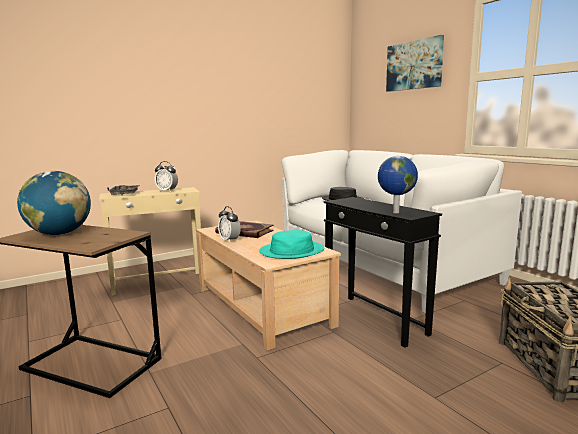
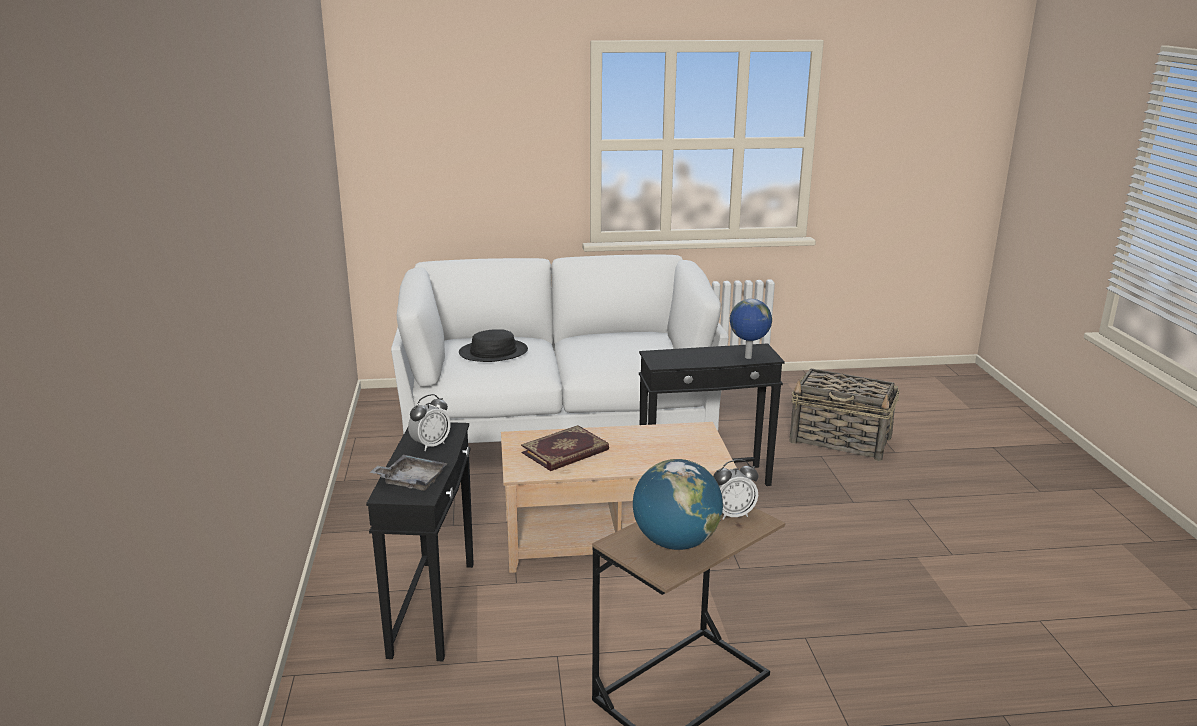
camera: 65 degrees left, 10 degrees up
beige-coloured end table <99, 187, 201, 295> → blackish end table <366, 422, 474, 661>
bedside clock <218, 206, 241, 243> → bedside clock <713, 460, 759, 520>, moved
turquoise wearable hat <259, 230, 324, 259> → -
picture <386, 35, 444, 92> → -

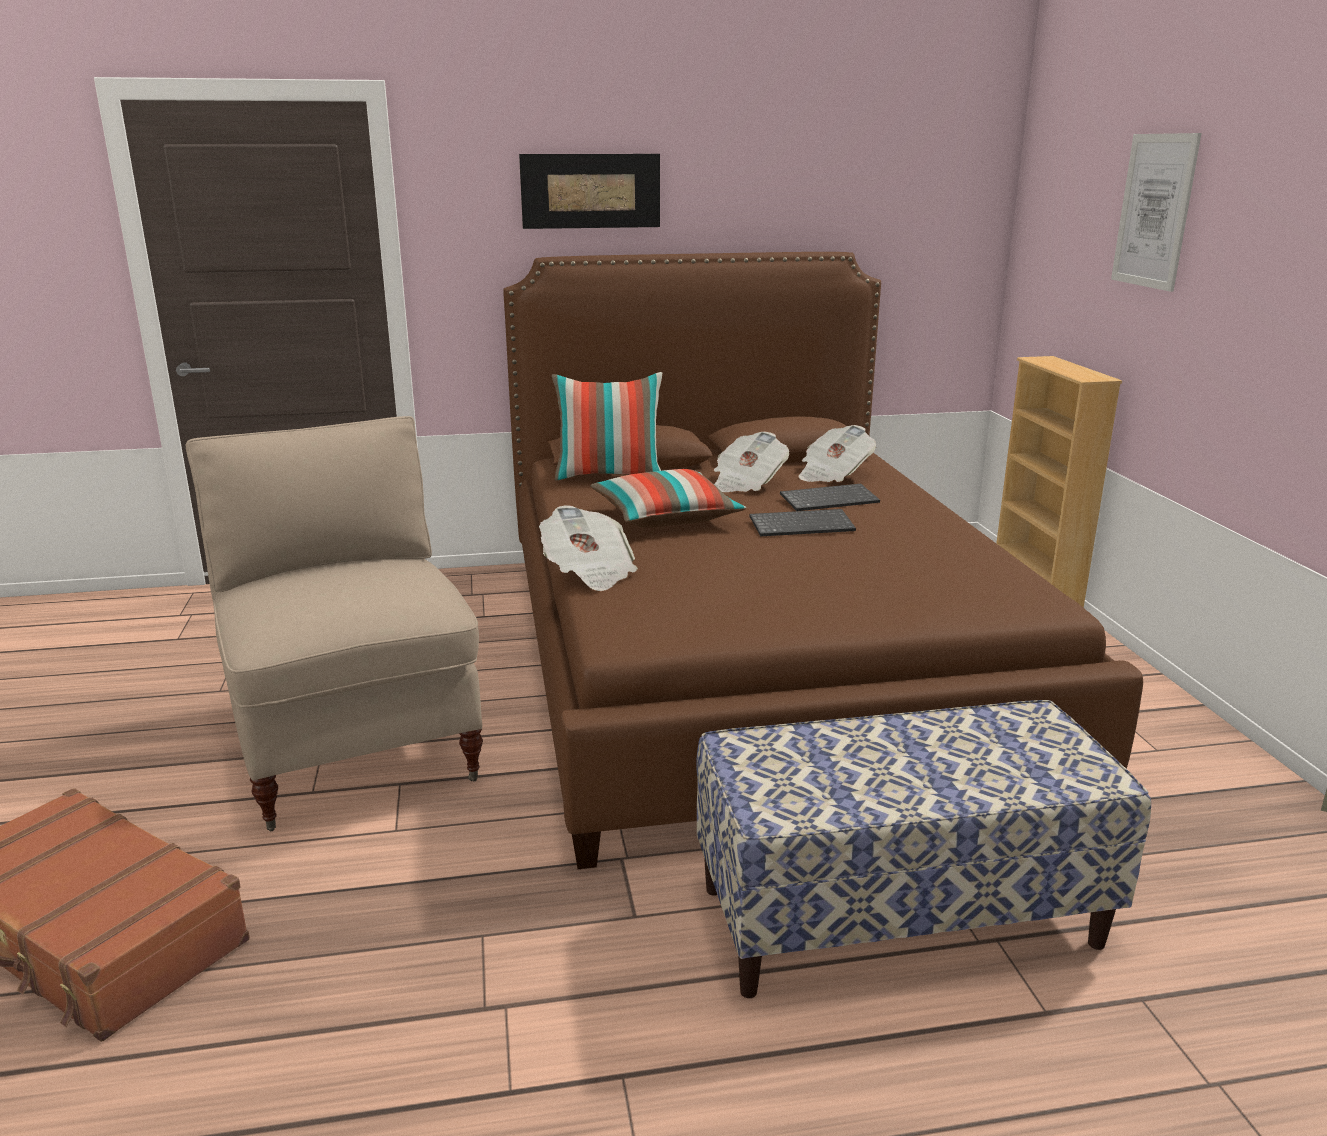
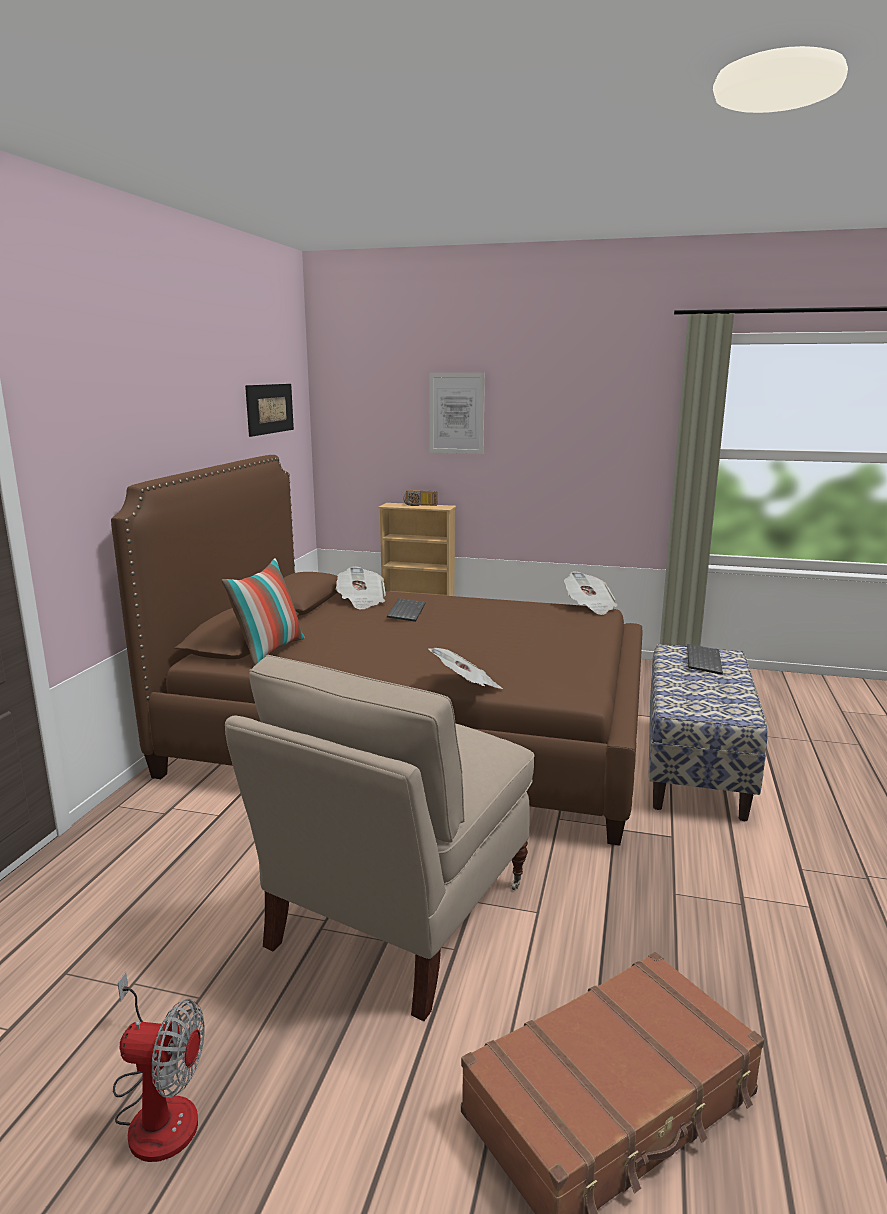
camera: 65 degrees left, 5 degrees down
beige-coloured upright chair <186, 416, 483, 831> → beige-coloured upright chair <225, 655, 534, 1021>, 60 degrees counterclockwise
picture <519, 154, 660, 229> → picture <245, 384, 294, 437>, moved
pillow <590, 469, 746, 528> → -
printed paper <714, 432, 789, 492> → printed paper <564, 571, 618, 615>, moved
keyboard <750, 509, 856, 536> → keyboard <687, 644, 723, 675>, moved
- → electric fan <113, 972, 205, 1162>
- → radio set <403, 490, 438, 506>

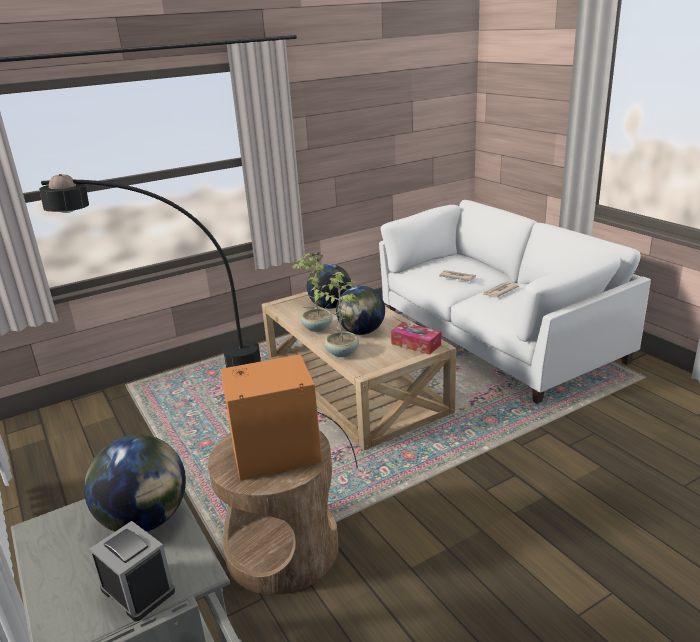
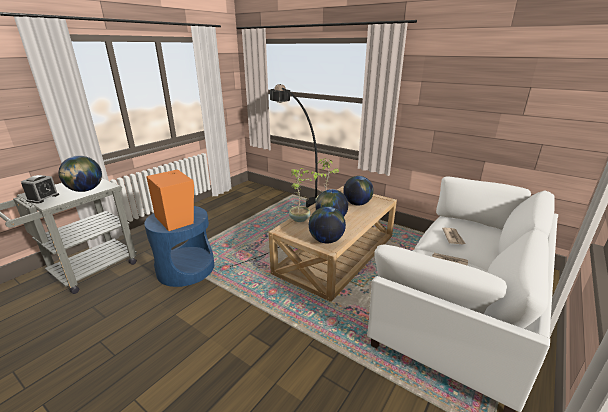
camera: 65 degrees right, 0 degrees up
brownish end table <208, 430, 338, 595> → blue end table <144, 206, 214, 287>
tissue box <391, 322, 441, 355> → desk globe <309, 207, 346, 243>

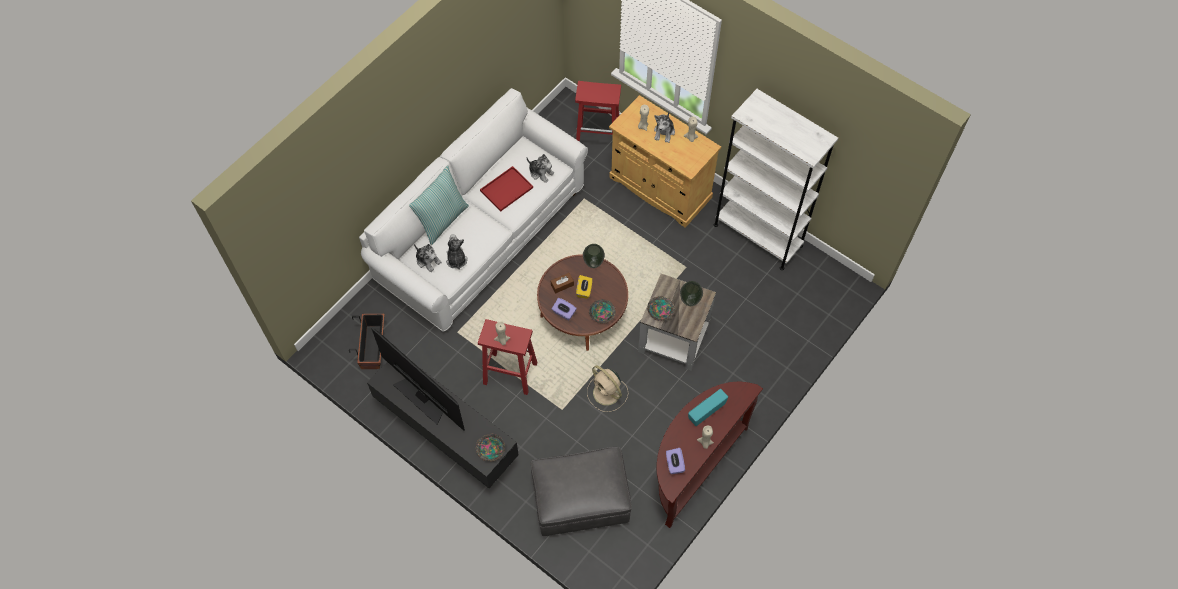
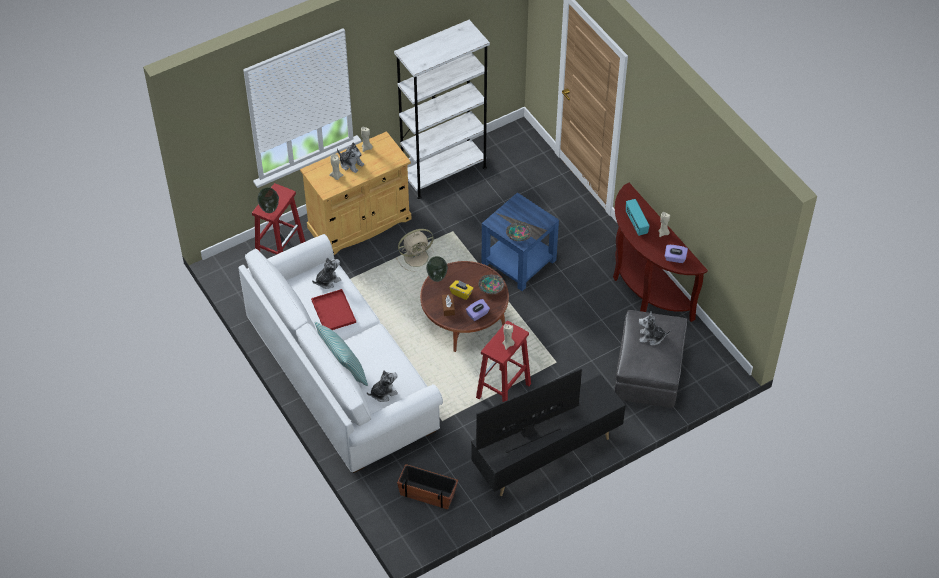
camera: 70 degrees left, 10 degrees down
soft toy <446, 234, 467, 270> → soft toy <639, 311, 670, 346>, moved
deep dish <475, 433, 505, 462> → -
beige-coloured electric fan <587, 366, 628, 412> → beige-coloured electric fan <396, 229, 434, 272>, moved
greyish end table <638, 274, 716, 370> → blue end table <481, 193, 559, 291>
flower vase <680, 281, 703, 306> → flower vase <257, 187, 279, 213>, moved

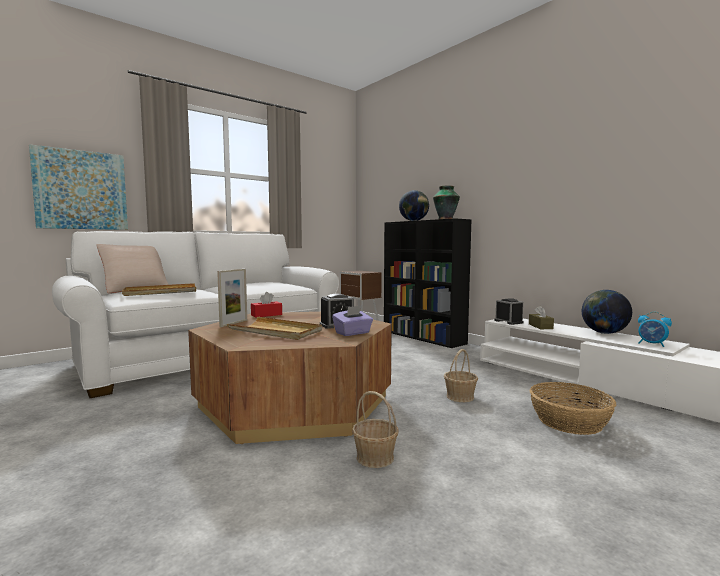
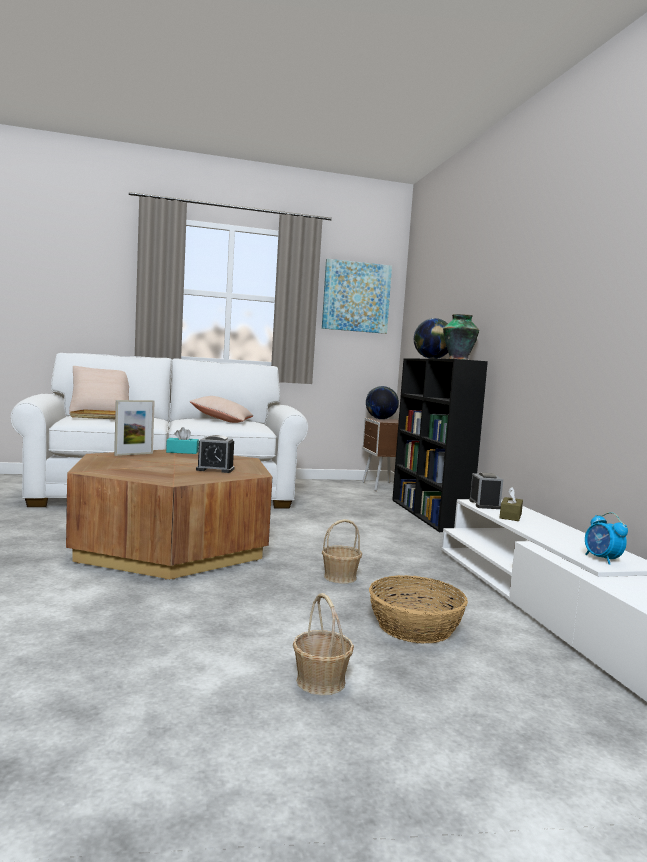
camera: 25 degrees right, 0 degrees up
picture <29, 144, 128, 230> → picture <322, 259, 392, 334>, moved
beige-coloured carrying tray <227, 317, 322, 340> → -
red-coloured tissue box <251, 292, 282, 318> → turquoise tissue box <166, 427, 199, 454>
purple tissue box <332, 306, 373, 336> → -
basket <352, 391, 399, 468> → basket <293, 593, 354, 695>, moved
desk globe <582, 290, 632, 334> → desk globe <366, 386, 399, 419>, moved
- → beige-coloured pillow <190, 396, 253, 423>

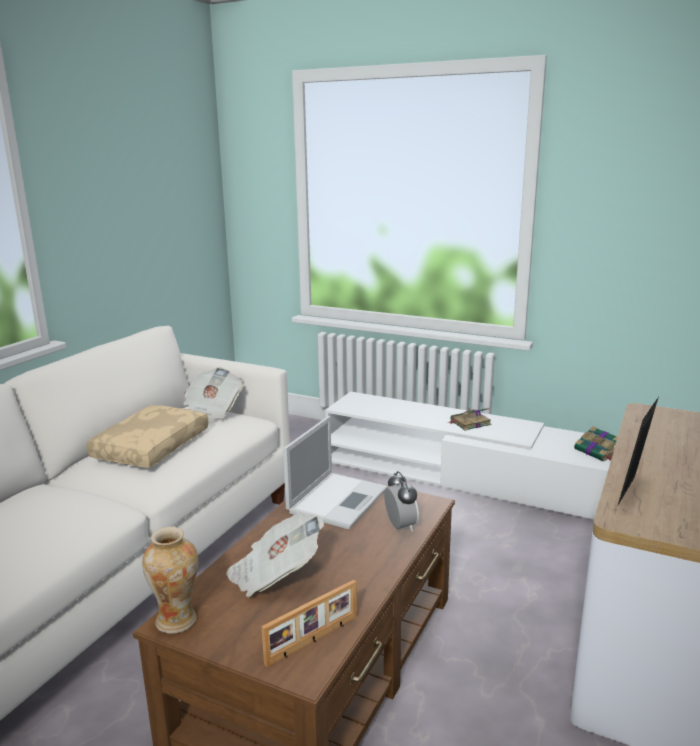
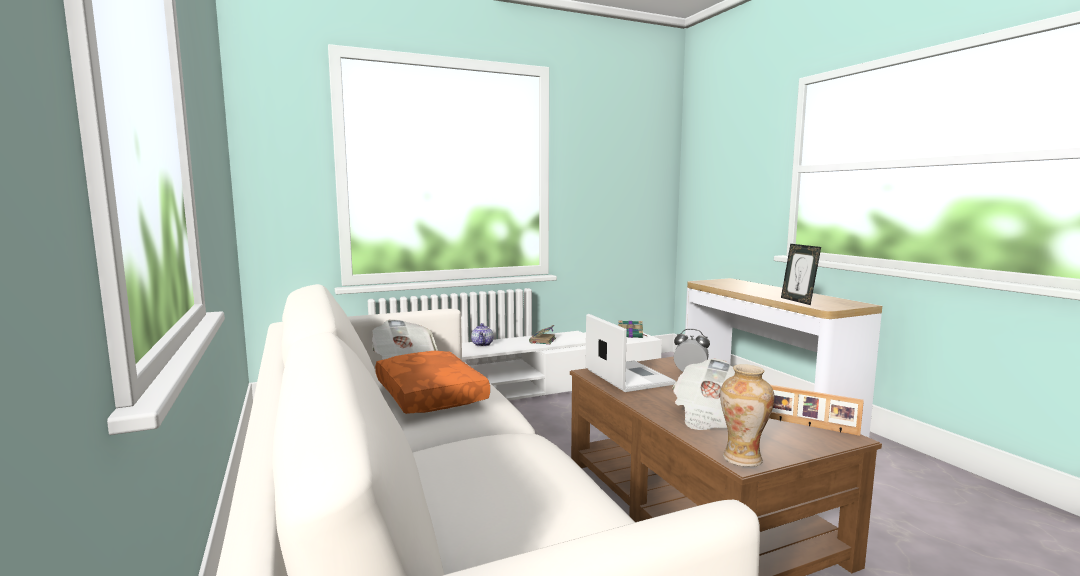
camera: 50 degrees left, 10 degrees down
beige-coloured pillow <86, 405, 209, 468> → orange-coloured pillow <375, 351, 490, 414>
picture frame <262, 580, 357, 667> → picture frame <769, 385, 864, 436>, 120 degrees clockwise
- → pot for tea <471, 323, 494, 347>

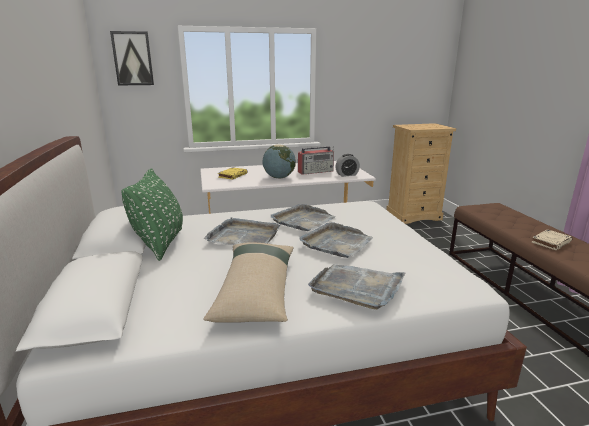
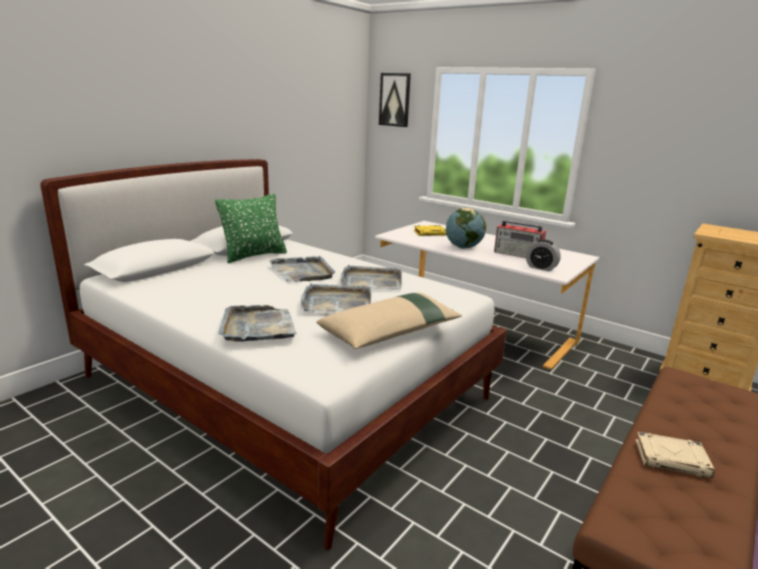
camera: 50 degrees right, 0 degrees up
beige-coloured pillow <204, 242, 294, 323> → beige-coloured pillow <316, 292, 462, 349>, moved

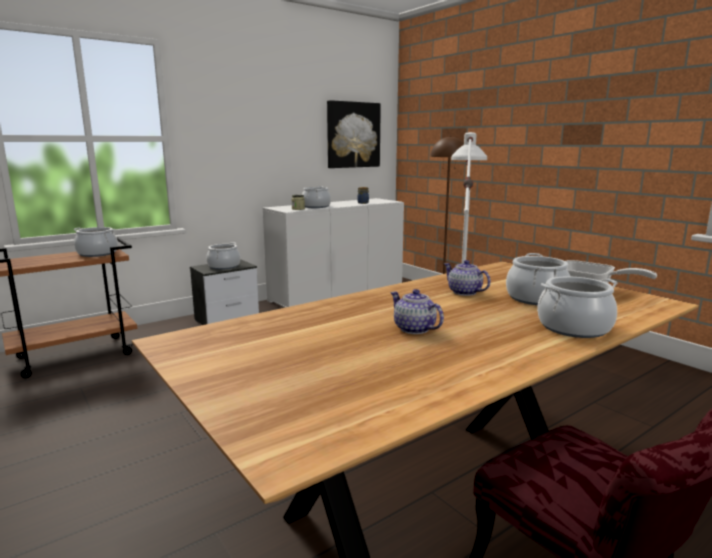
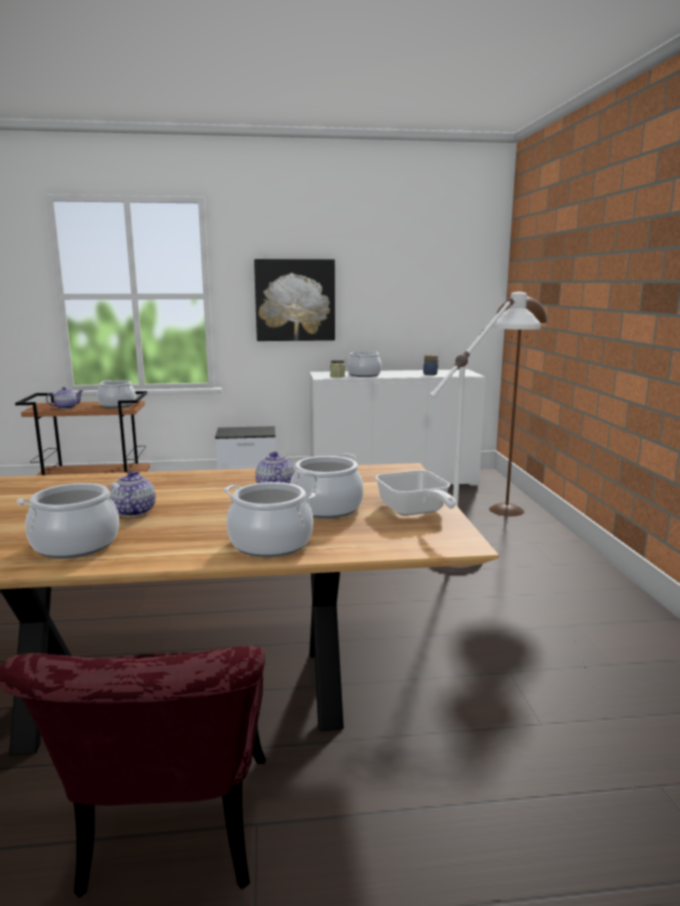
camera: 30 degrees right, 0 degrees up
stockpot <206, 242, 240, 270> → stockpot <17, 482, 120, 558>, moved
picture <327, 100, 381, 168> → picture <254, 259, 335, 341>, moved
- → pot for tea <46, 387, 83, 409>

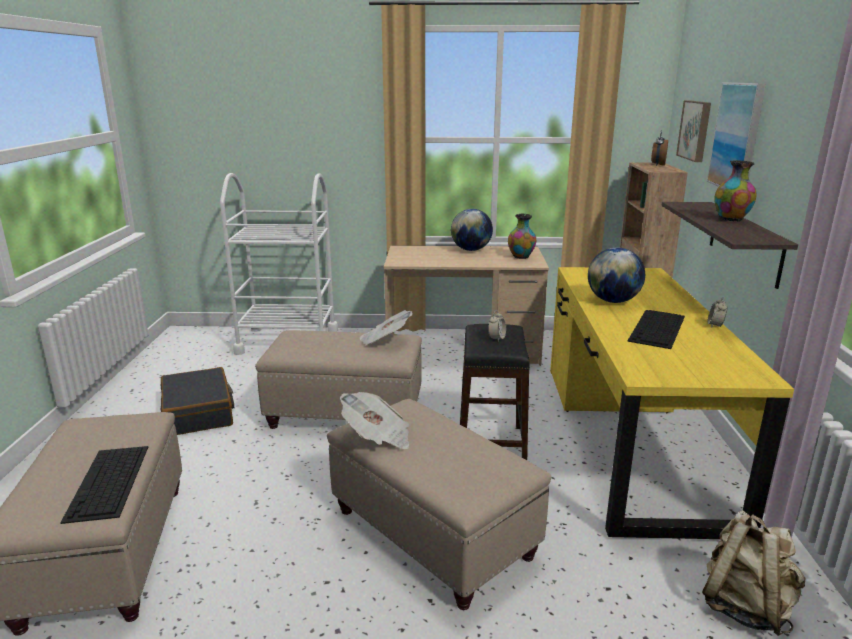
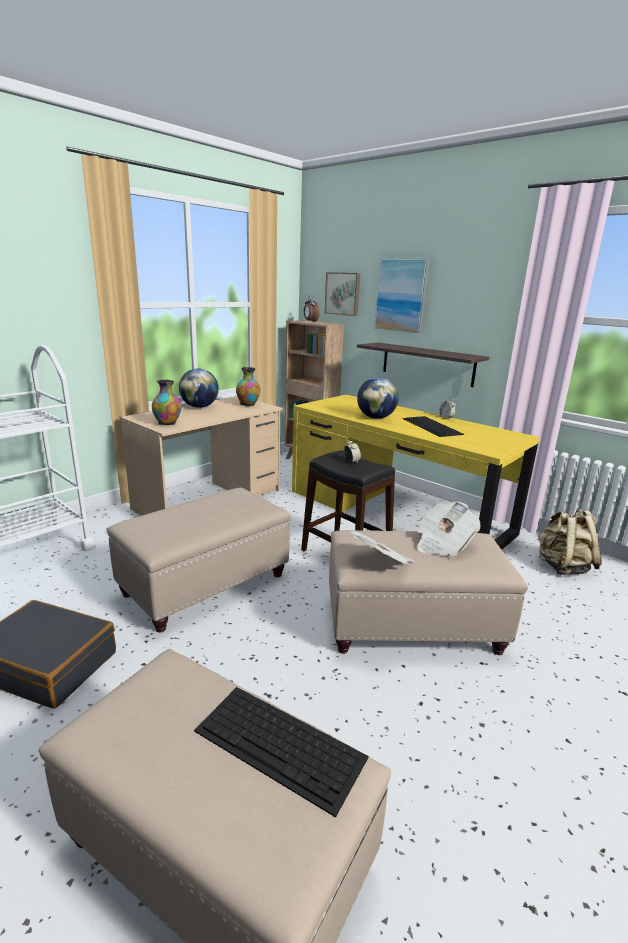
camera: 50 degrees left, 0 degrees up
printed paper <360, 310, 413, 346> → printed paper <417, 502, 481, 557>, moved
flower vase <714, 160, 757, 221> → flower vase <152, 380, 181, 425>, moved

